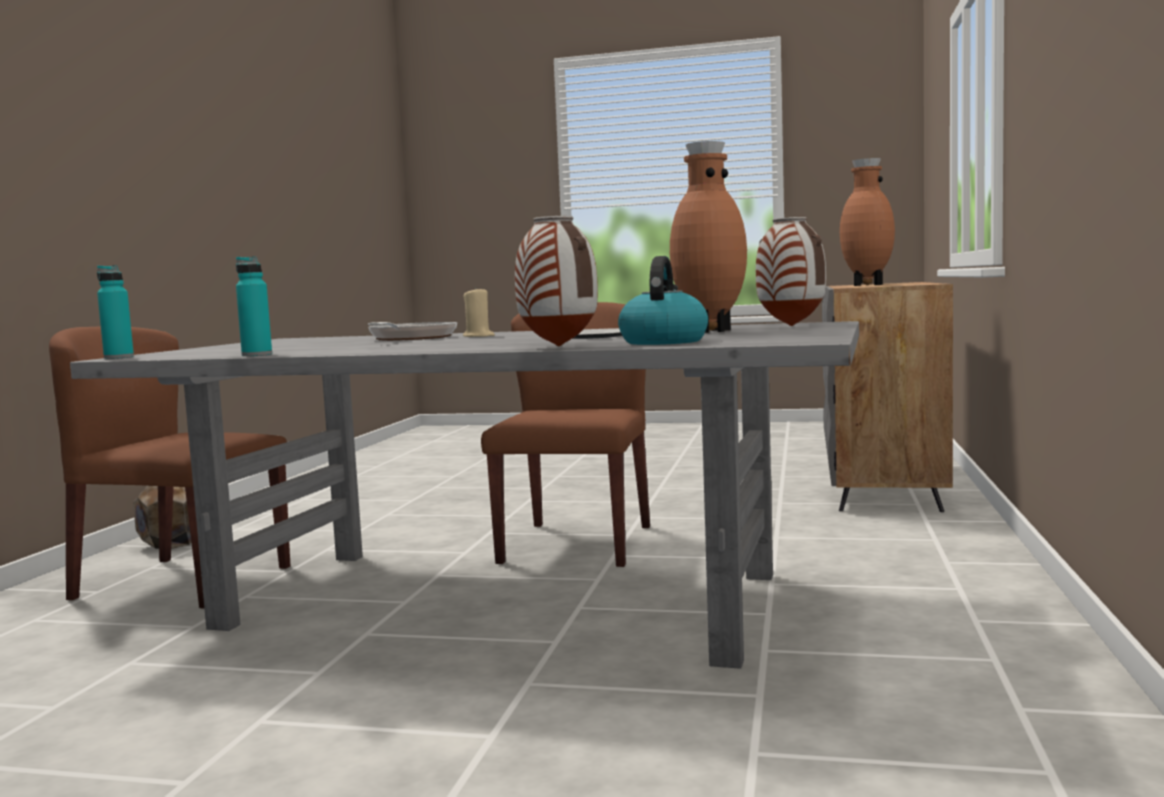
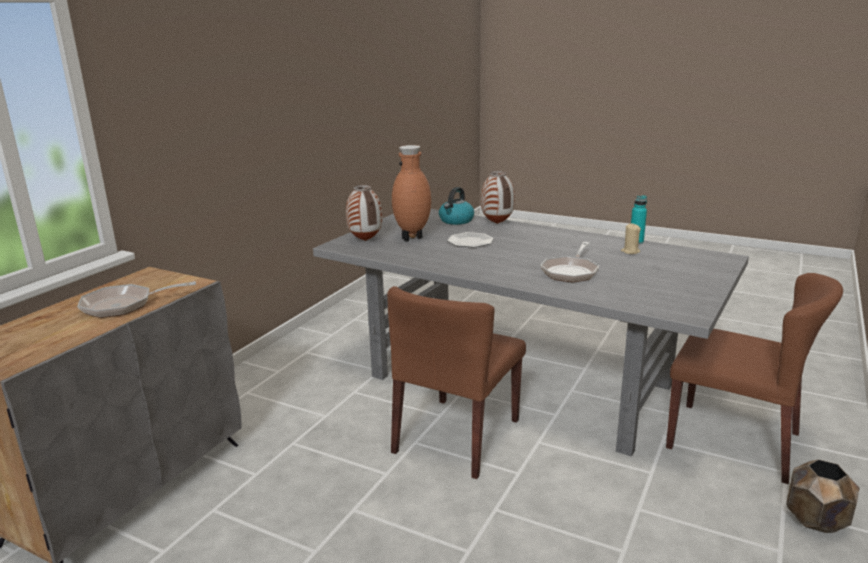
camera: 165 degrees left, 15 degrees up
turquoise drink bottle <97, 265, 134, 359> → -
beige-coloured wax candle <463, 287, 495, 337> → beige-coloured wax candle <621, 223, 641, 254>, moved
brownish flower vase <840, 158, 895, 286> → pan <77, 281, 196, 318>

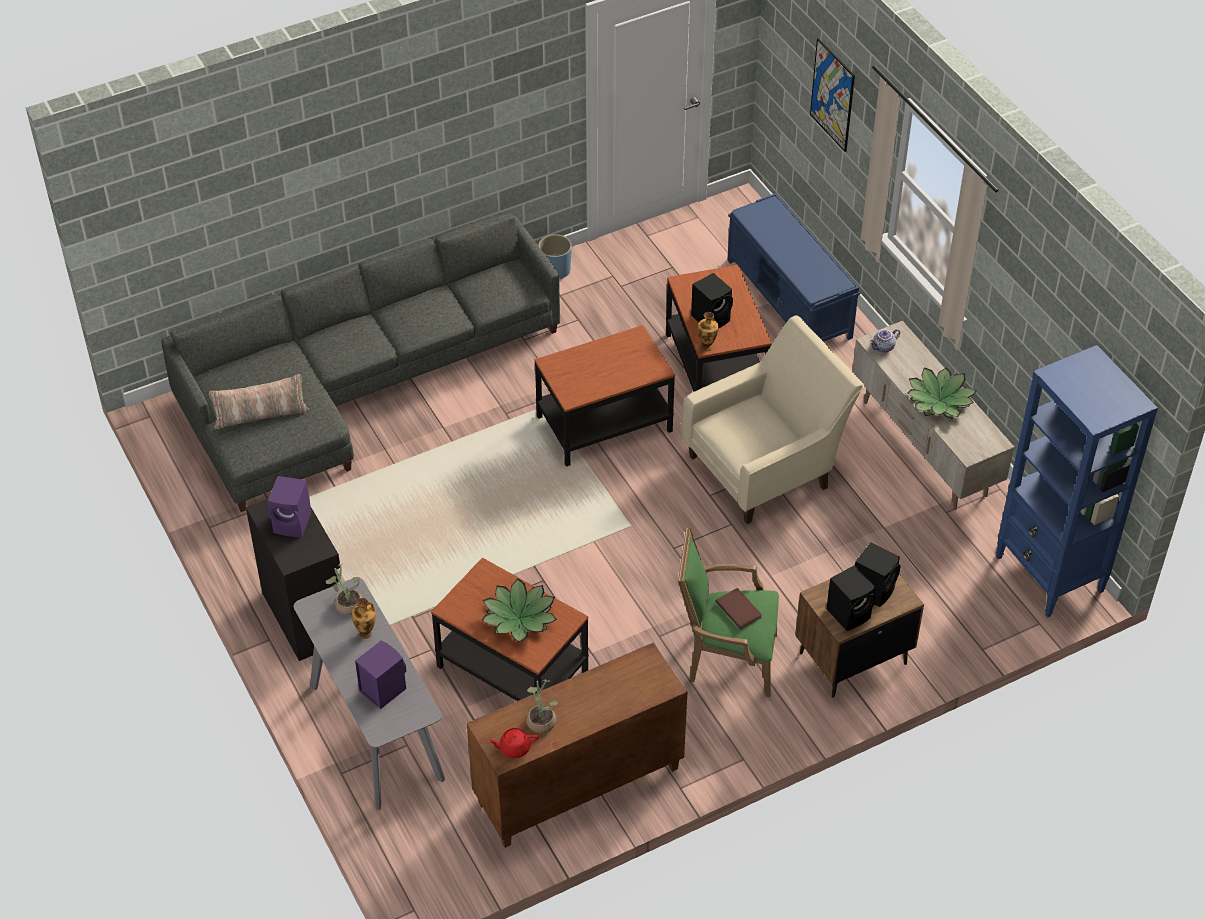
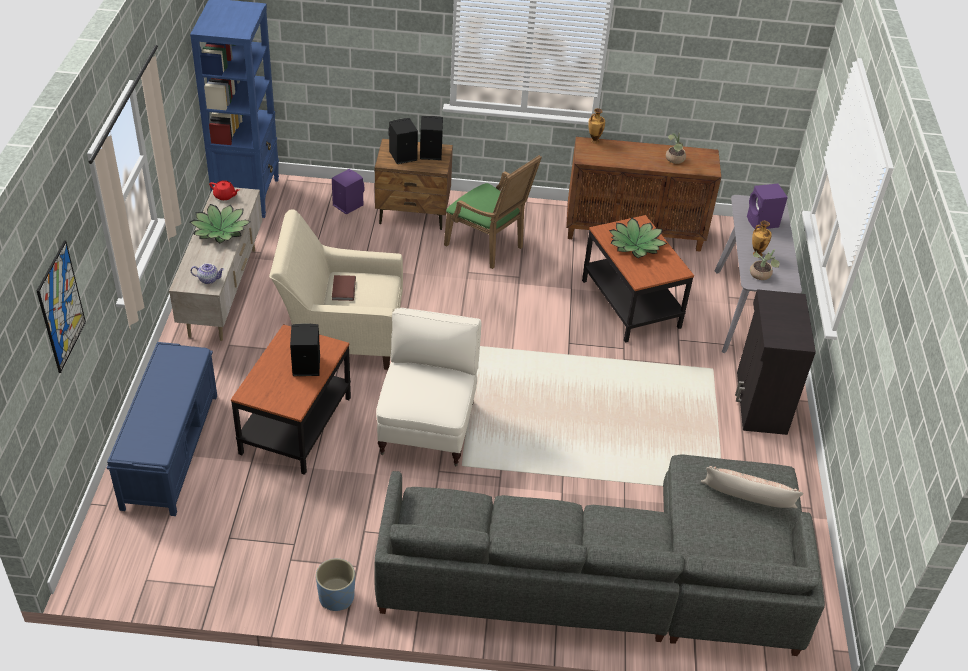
camera: 150 degrees left, 5 degrees down
purple speaker <268, 476, 311, 537> → purple speaker <332, 169, 364, 215>, moved
red-coloured pot for tea <488, 728, 538, 758> → red-coloured pot for tea <209, 180, 239, 200>, moved
end table <534, 325, 675, 467> → beige-coloured lounge chair <376, 308, 481, 466>
flower vase <698, 312, 719, 351> → flower vase <588, 108, 605, 144>, moved
brownish bound book <715, 588, 762, 629> → brownish bound book <332, 275, 356, 301>, moved

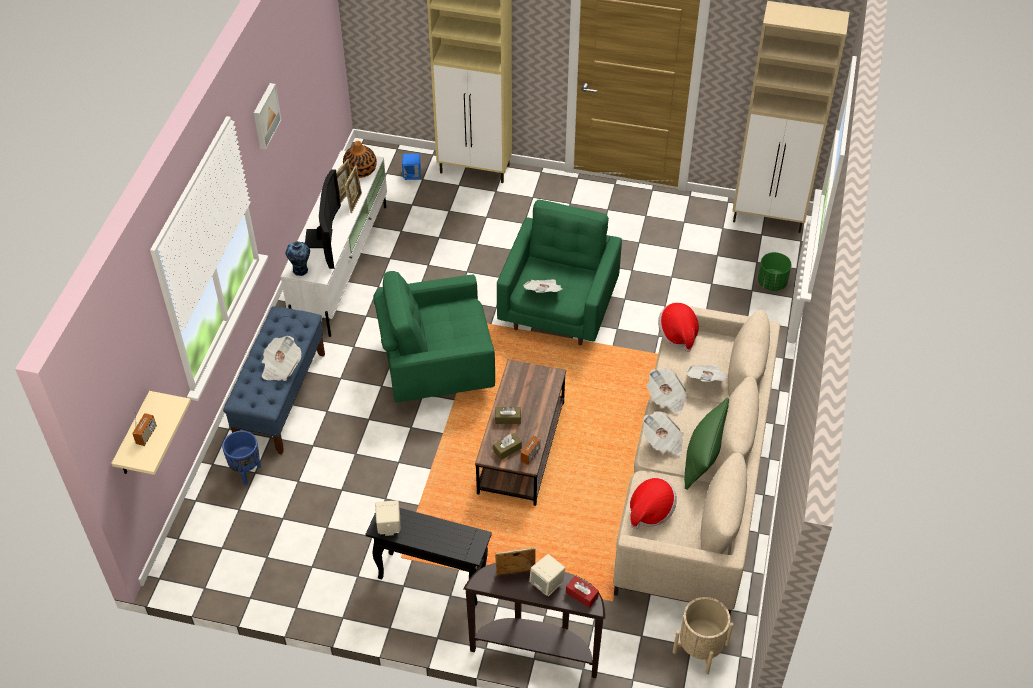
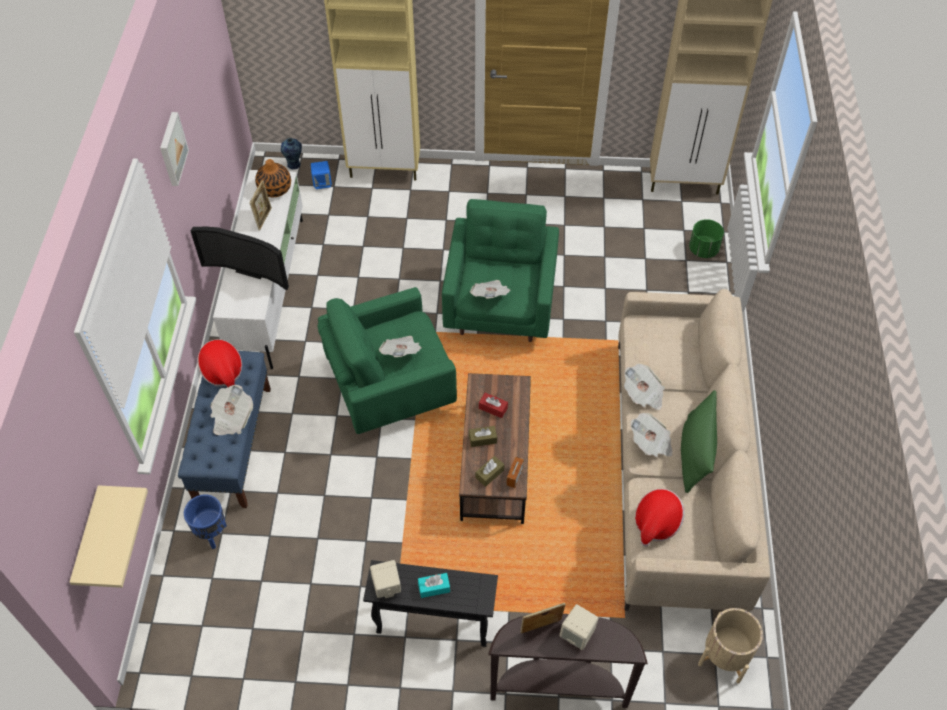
camera: 10 degrees left, 5 degrees up
radio set <132, 406, 157, 446> → -
flower vase <286, 241, 310, 276> → flower vase <281, 138, 302, 169>, moved
TV set <305, 170, 341, 269> → TV set <190, 227, 289, 291>, 120 degrees clockwise
picture frame <344, 165, 362, 213> → -
red-coloured tissue box <566, 576, 599, 608> → red-coloured tissue box <479, 393, 508, 418>, moved
wearable hat <658, 302, 699, 352> → wearable hat <197, 339, 242, 388>, moved
printed paper <686, 365, 728, 382> → printed paper <379, 336, 422, 357>, moved
- → turquoise tissue box <418, 573, 450, 598>

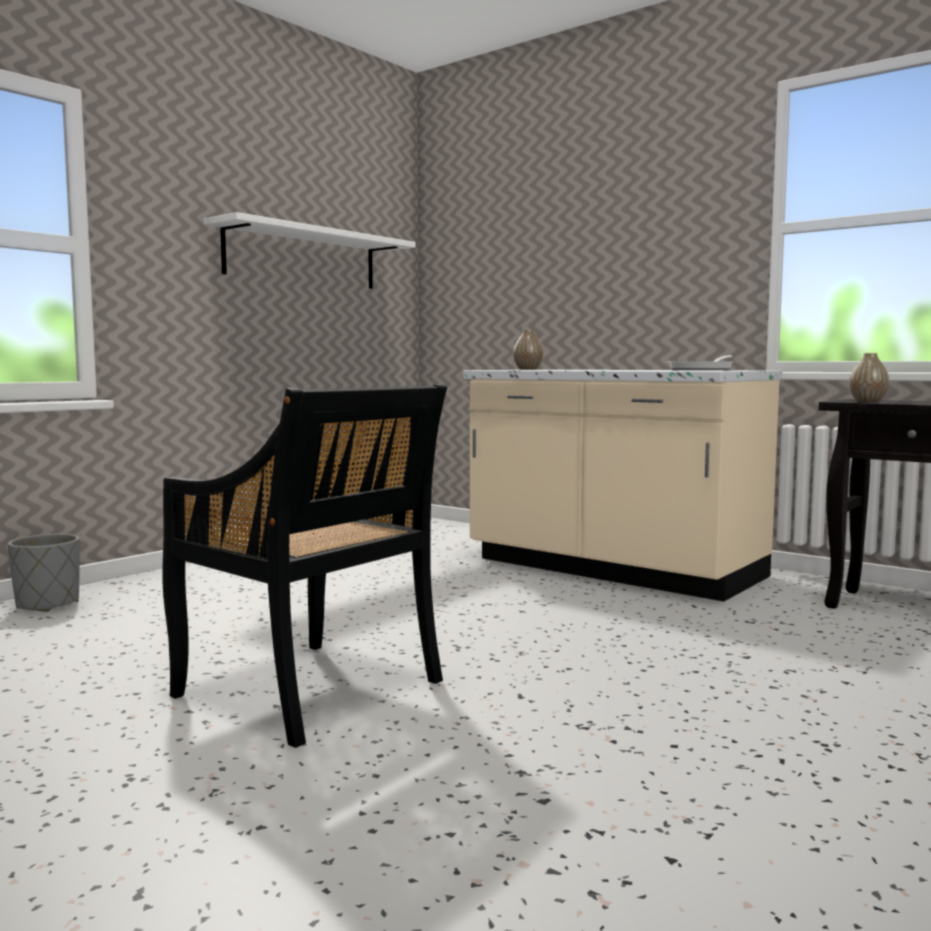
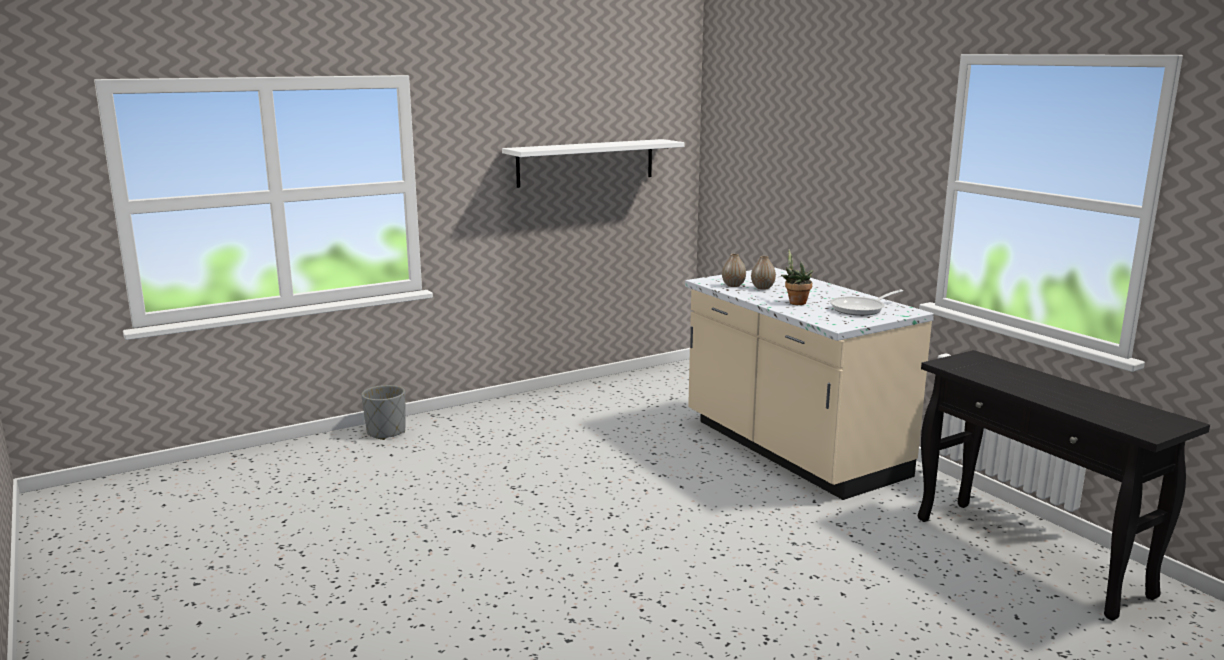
camera: 20 degrees right, 10 degrees up
blackish upright chair <162, 384, 447, 748> → -
flower vase <849, 353, 889, 402> → flower vase <751, 256, 776, 290>, moved
- → potted plant <781, 250, 813, 305>

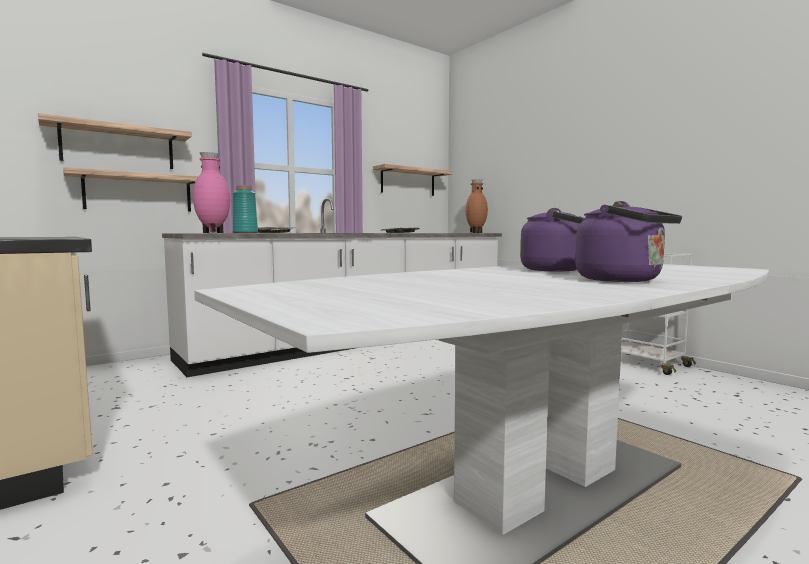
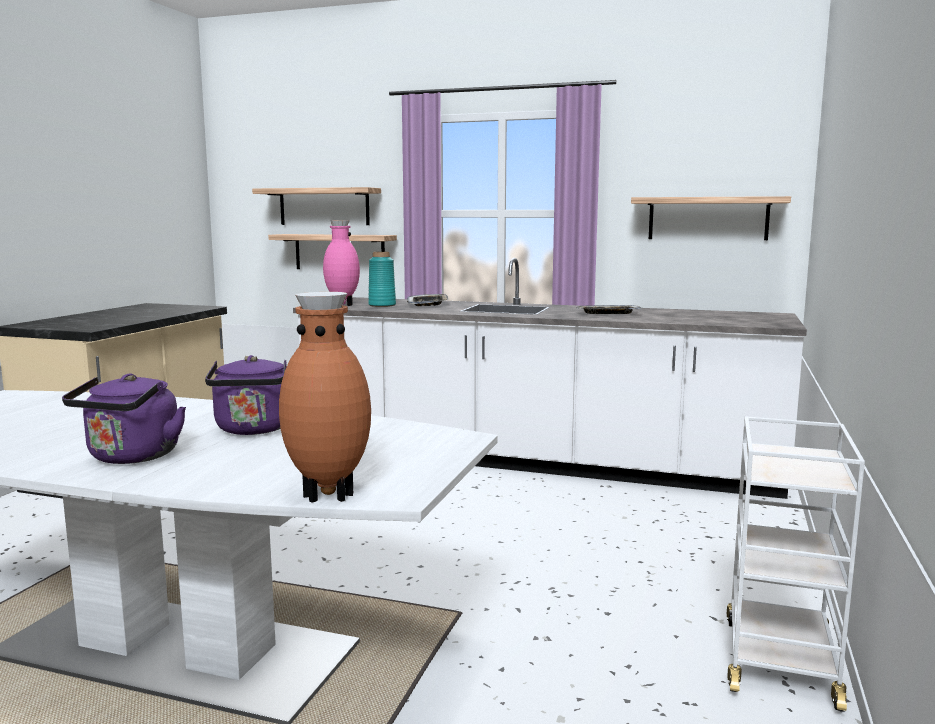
camera: 55 degrees right, 5 degrees up
brownish flower vase <465, 179, 488, 233> → brownish flower vase <279, 292, 371, 503>, moved

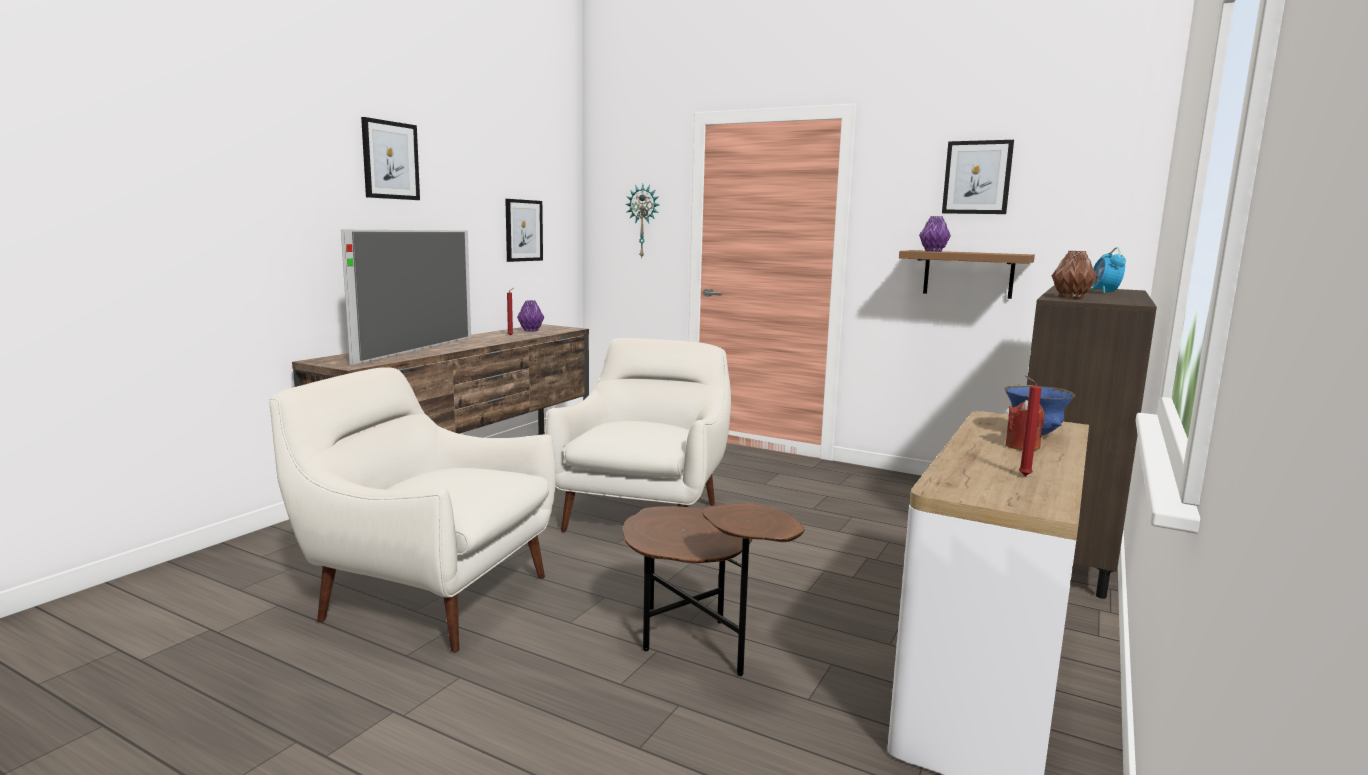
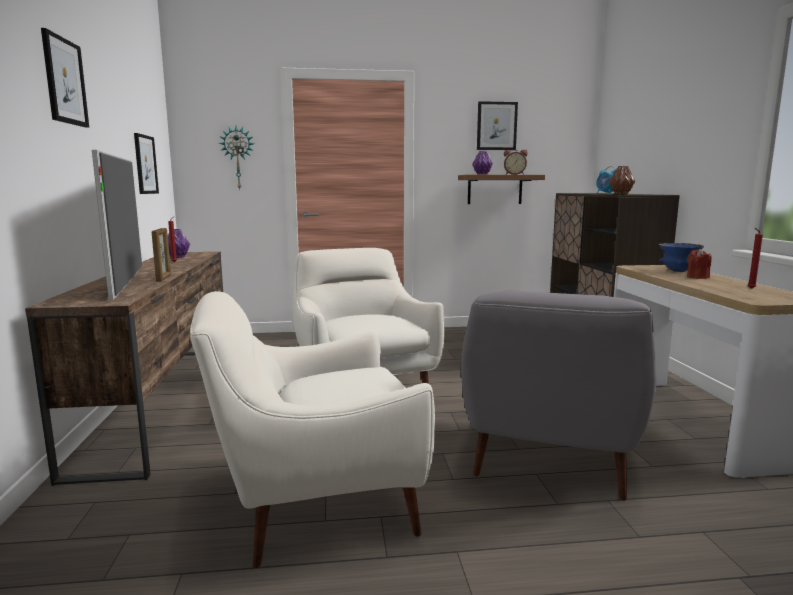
camera: 35 degrees left, 0 degrees up
brownish end table <622, 503, 805, 676> → greyish lounge chair <461, 291, 657, 501>
- → picture frame <152, 228, 171, 282>
- → bedside clock <504, 150, 528, 175>

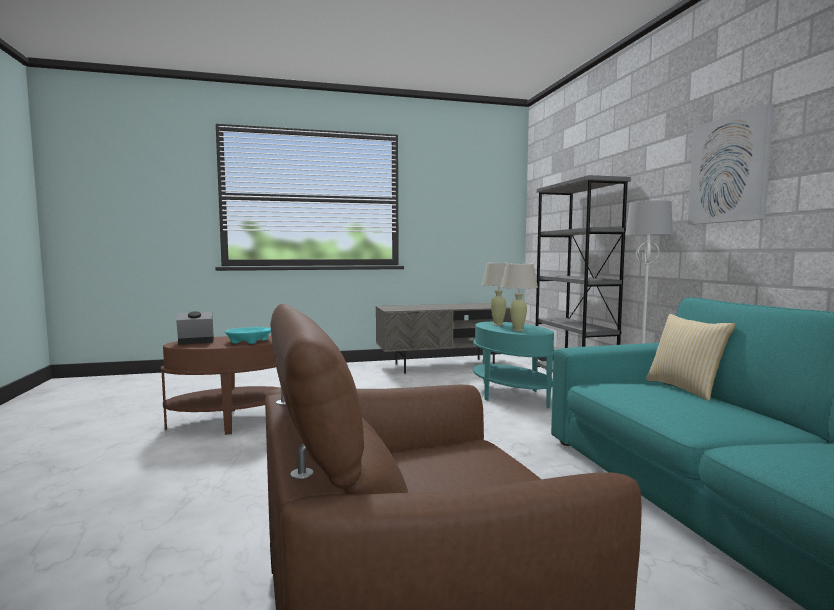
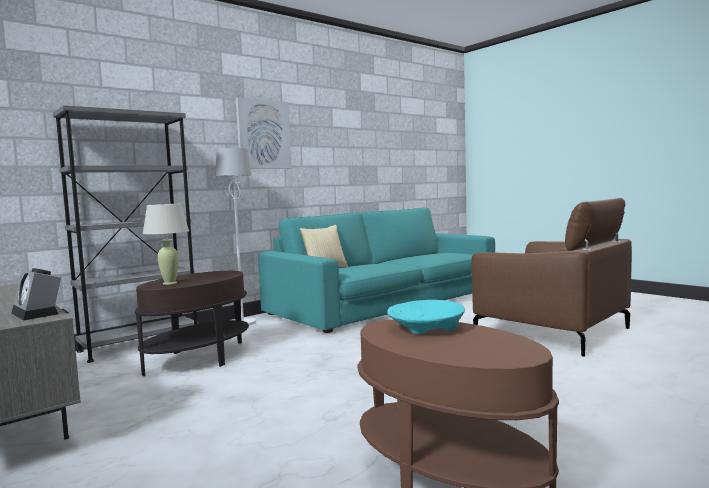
camera: 115 degrees left, 0 degrees up
bedside clock <176, 311, 214, 345> → bedside clock <11, 268, 61, 321>, moved
turquoise end table <473, 322, 555, 409> → brownish end table <135, 271, 249, 376>
beige-coloured tabletop lamp <501, 264, 538, 331> → -

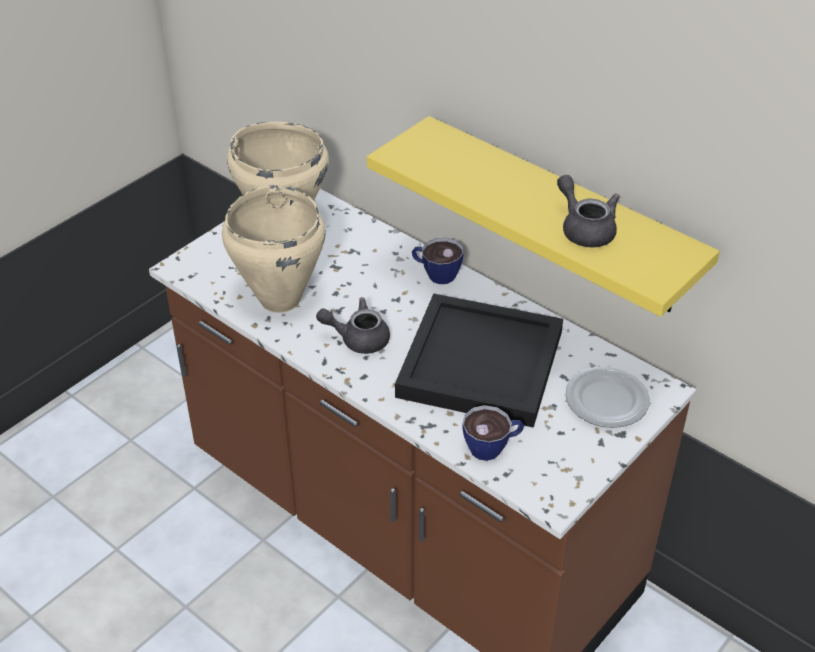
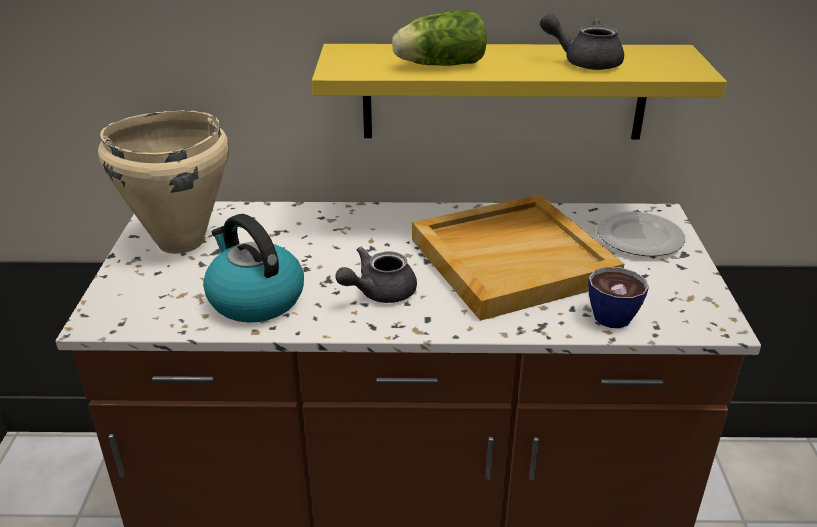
camera: 40 degrees left, 10 degrees down
beige-coloured stockpot <222, 185, 325, 313> → tea kettle <203, 214, 304, 323>
blackish carrying tray <395, 293, 563, 428> → beige-coloured carrying tray <412, 195, 624, 321>
small cup <412, 238, 464, 284> → -
- → head of lettuce <392, 10, 487, 66>

